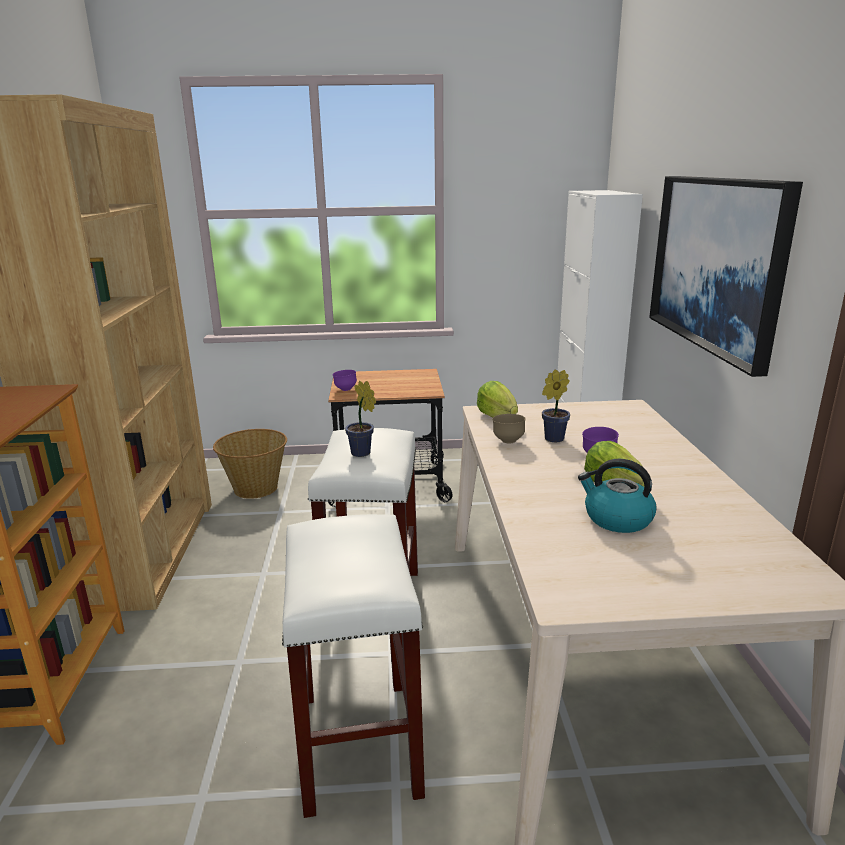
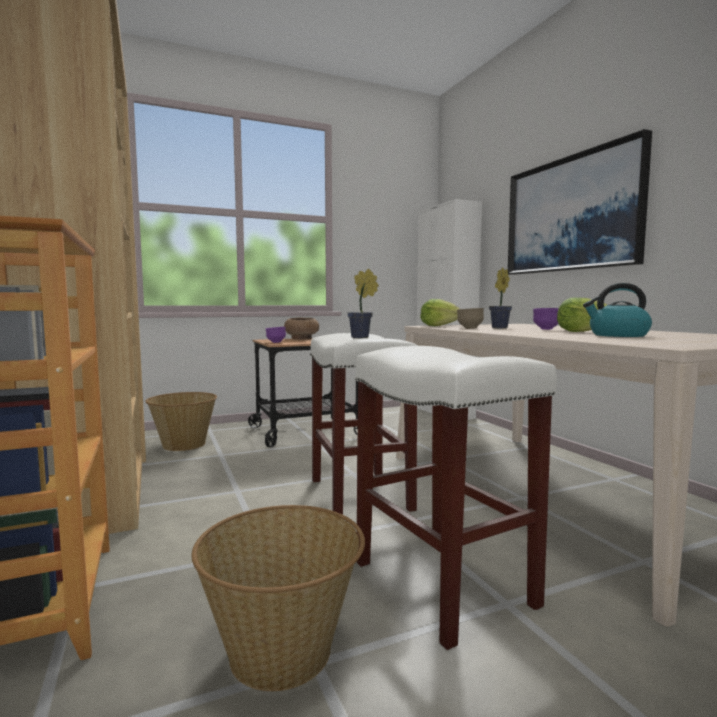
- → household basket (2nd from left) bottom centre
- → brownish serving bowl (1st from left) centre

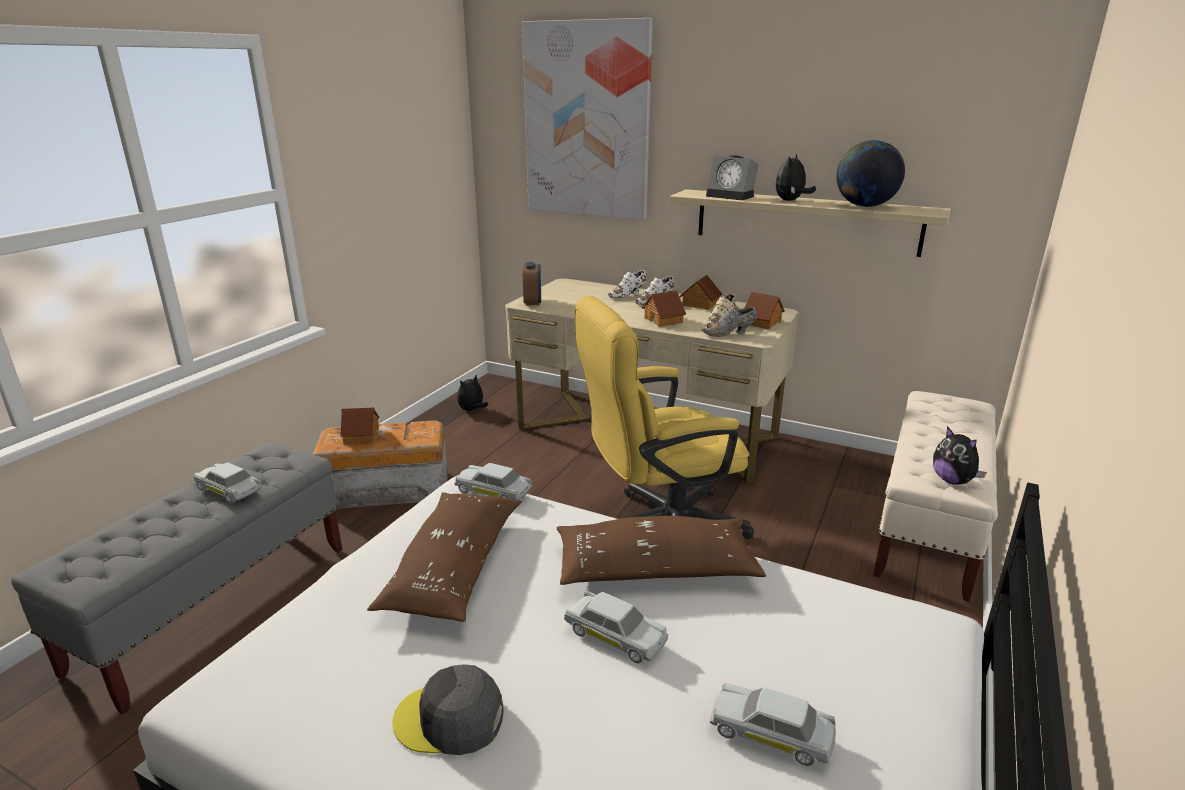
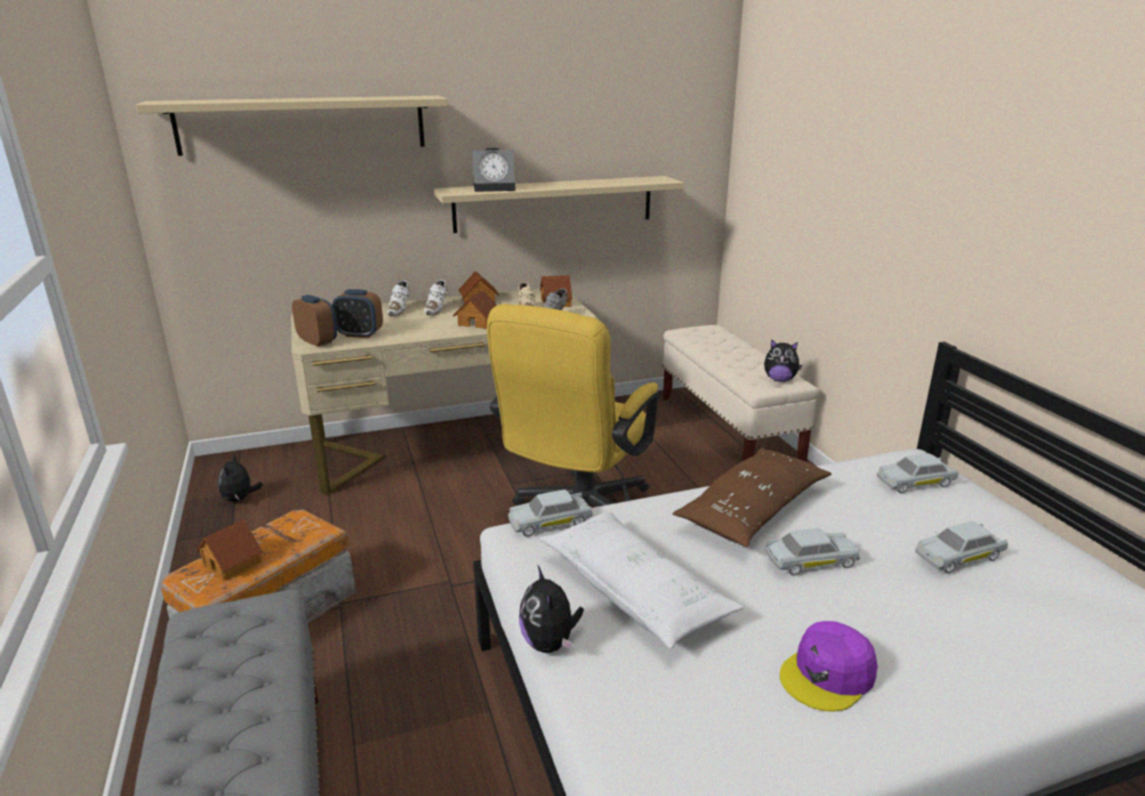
white model car (1st from left in the first image) middle left → white model car (3rd from left) middle right, moved
brownish cushion (1st from left) bottom centre → white cushion bottom centre
gray peaked cap bottom centre → purple-coloured peaked cap bottom right
wall art top centre → sand-coloured shelf (1st from left) top left
cuddly toy (2nd from left) top right → cuddly toy (2nd from left) bottom centre, moved
world globe top right → -
- → table clock (2nd from left) middle left

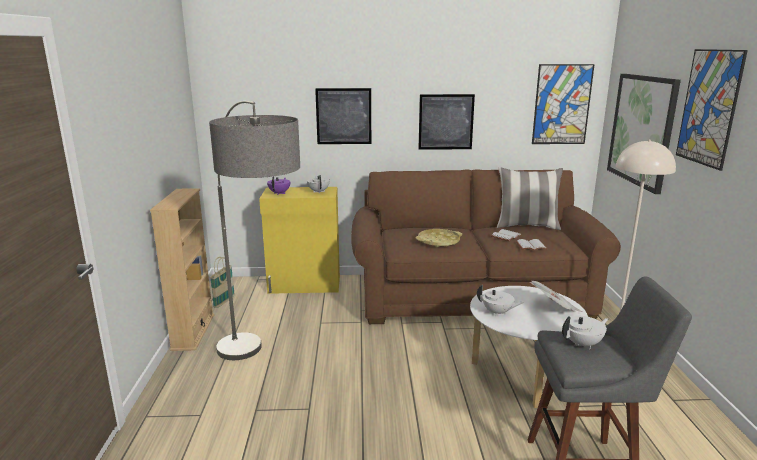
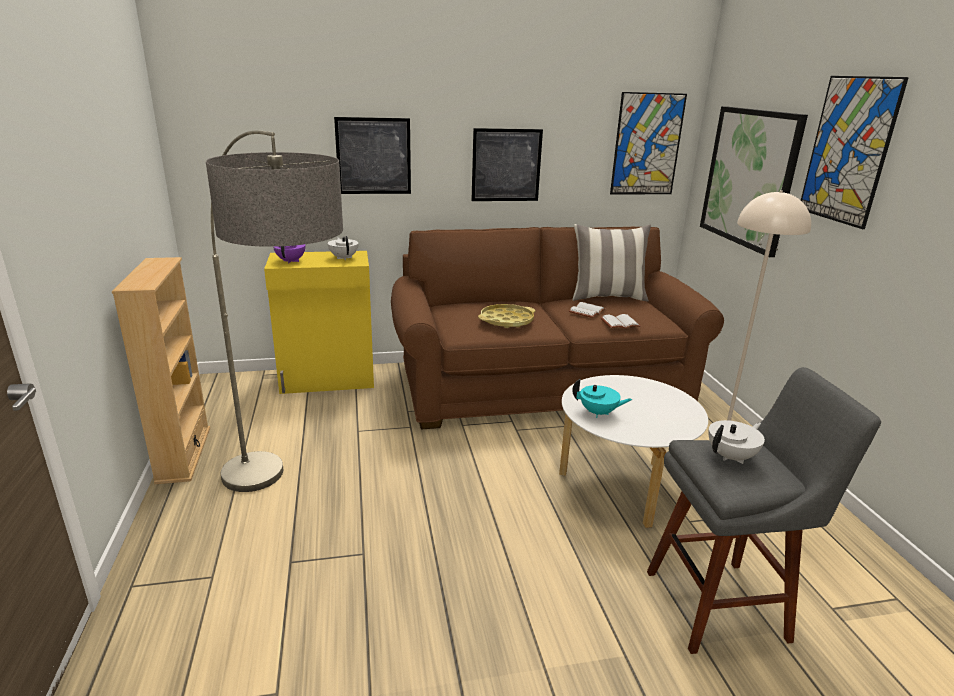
household basket middle left → -
white pot for tea (2nd from left) centre → blue-green pot for tea centre
newspaper middle right → -

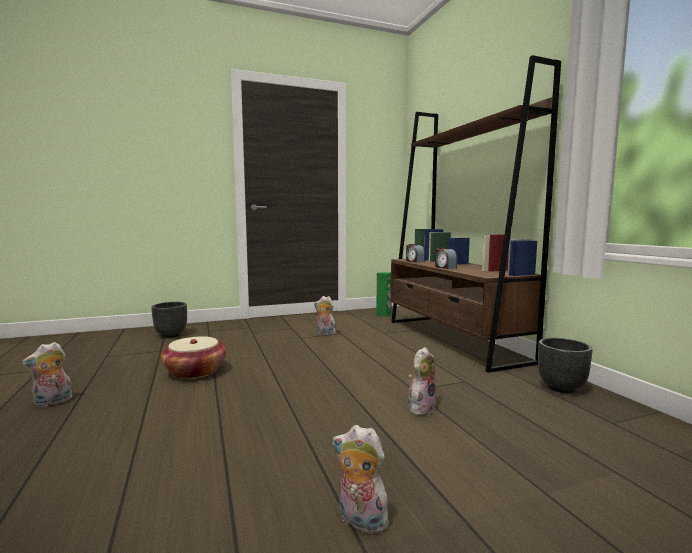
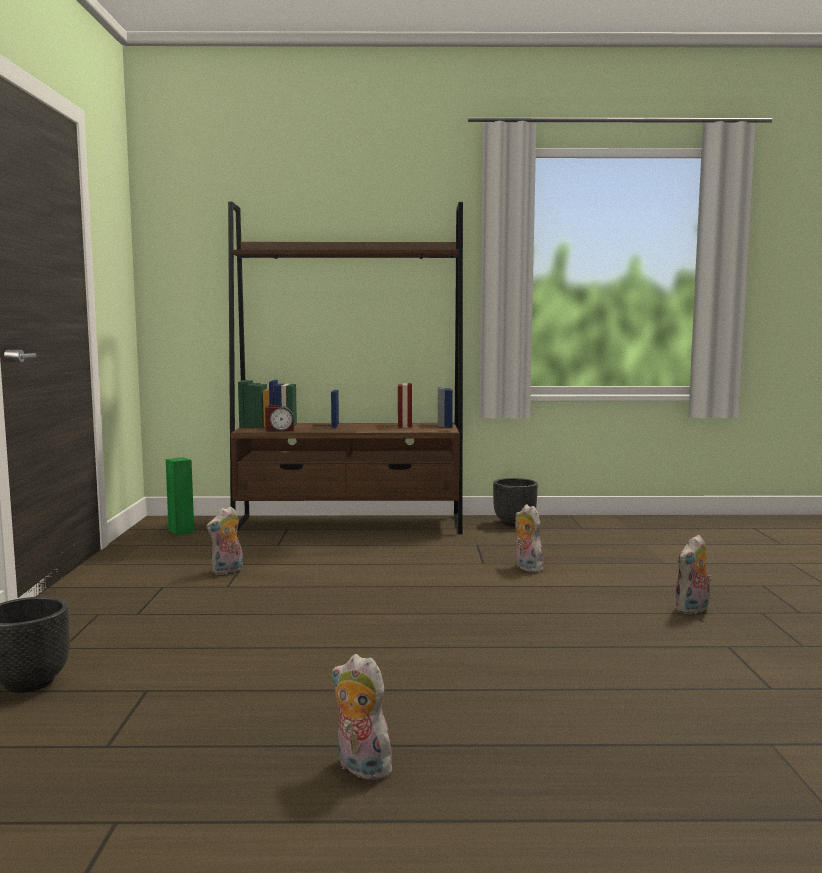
cuddly toy (1st from left in the first image) bottom left → cuddly toy (2nd from left) bottom centre, 150 degrees clockwise
household basket middle left → -
table clock (2nd from left) centre → -

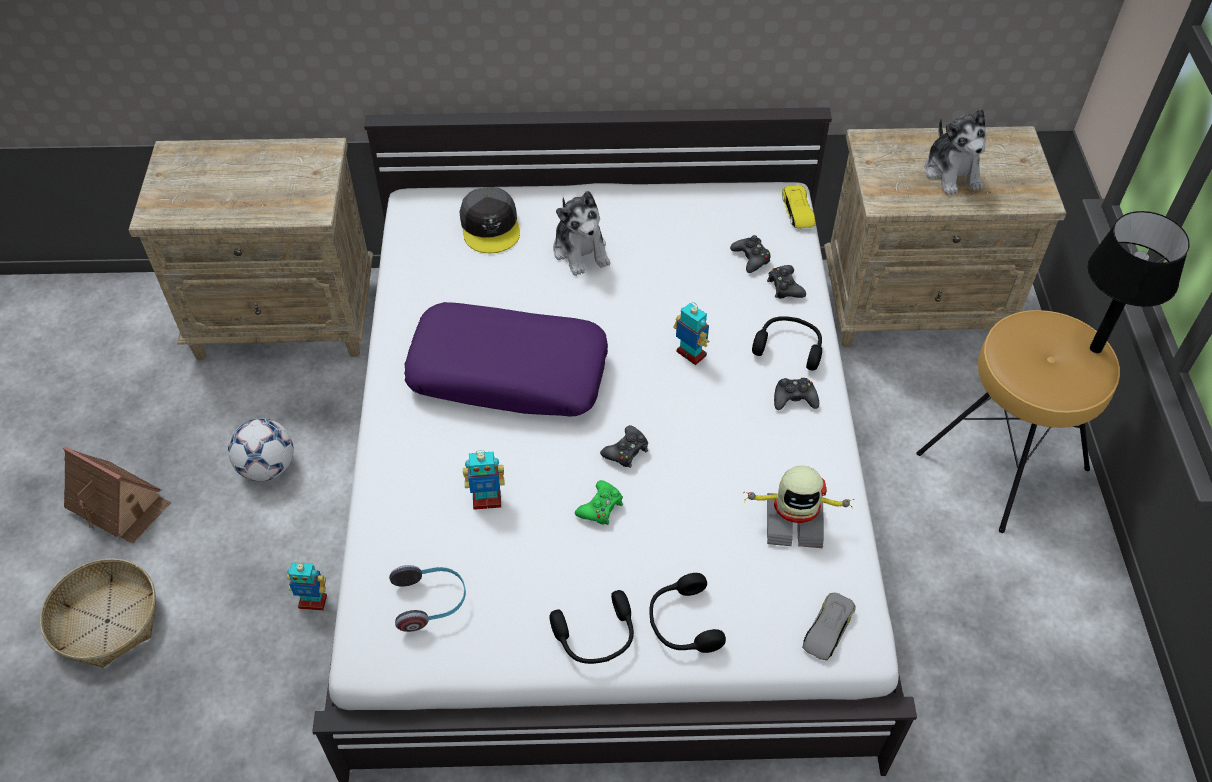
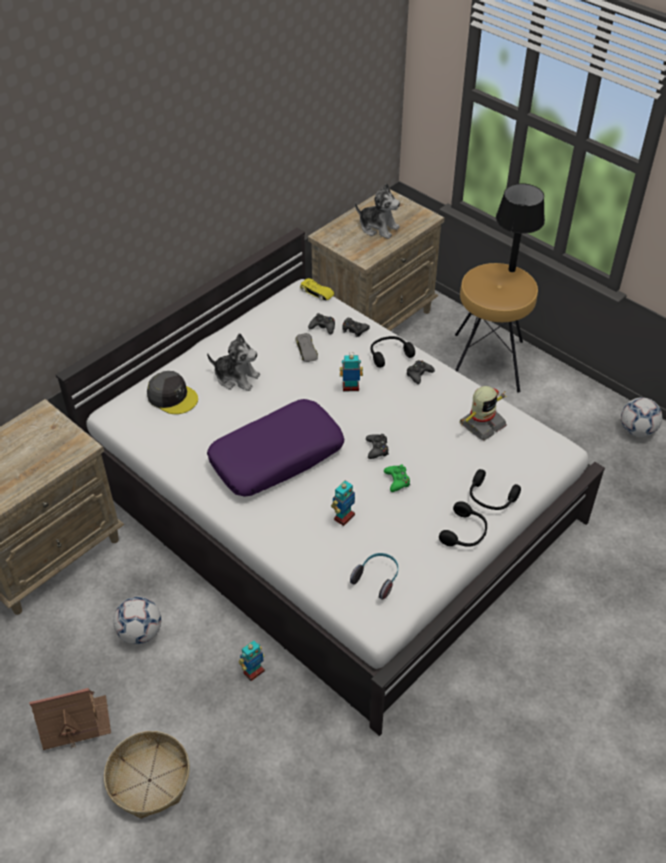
gray model car bottom right → gray model car centre, moved
- → ball for football (2nd from left) middle right

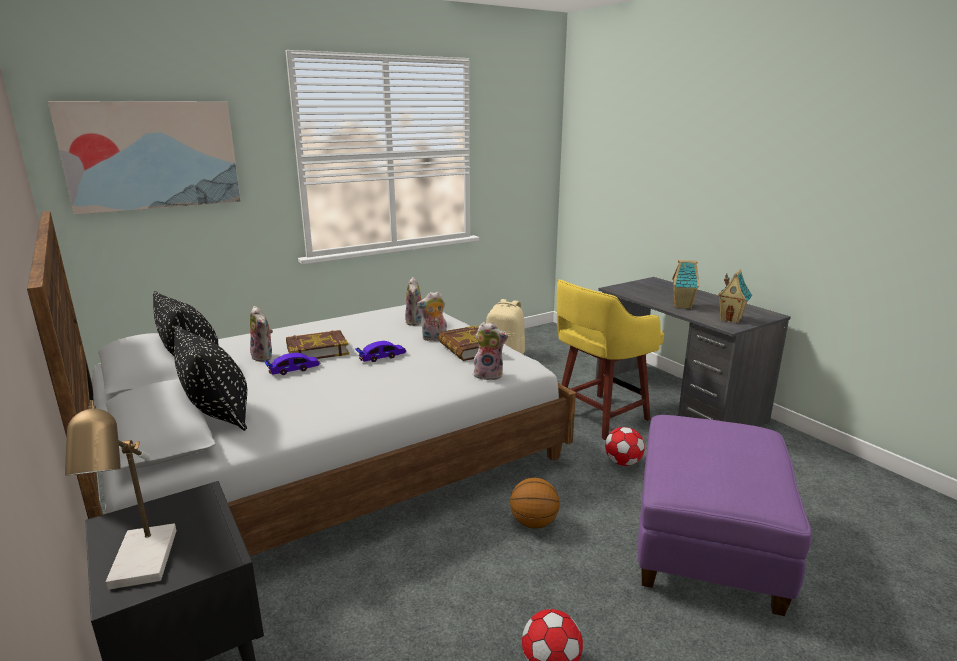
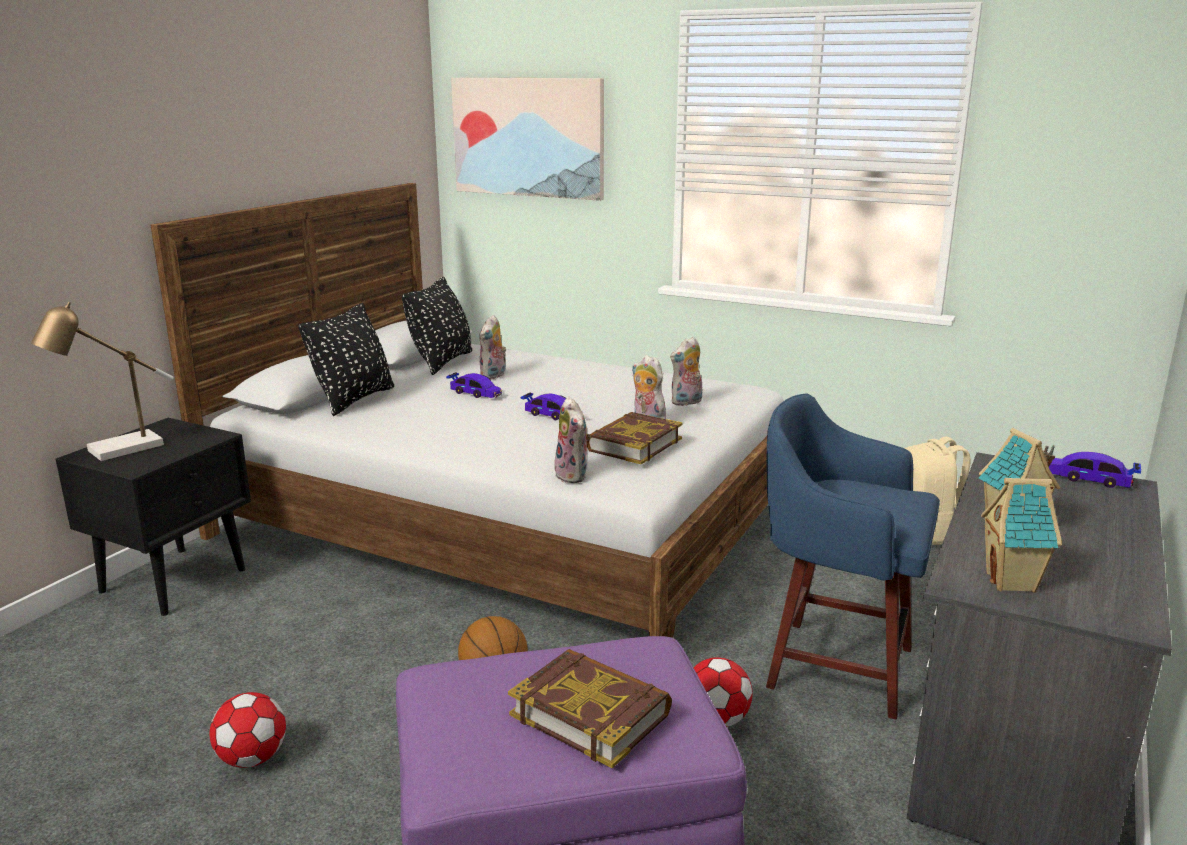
book (1st from left) middle left → book (1st from left) bottom centre, moved
yellow-coloured sitting stool centre → blue sitting stool middle right
- → model car (3rd from left) middle right

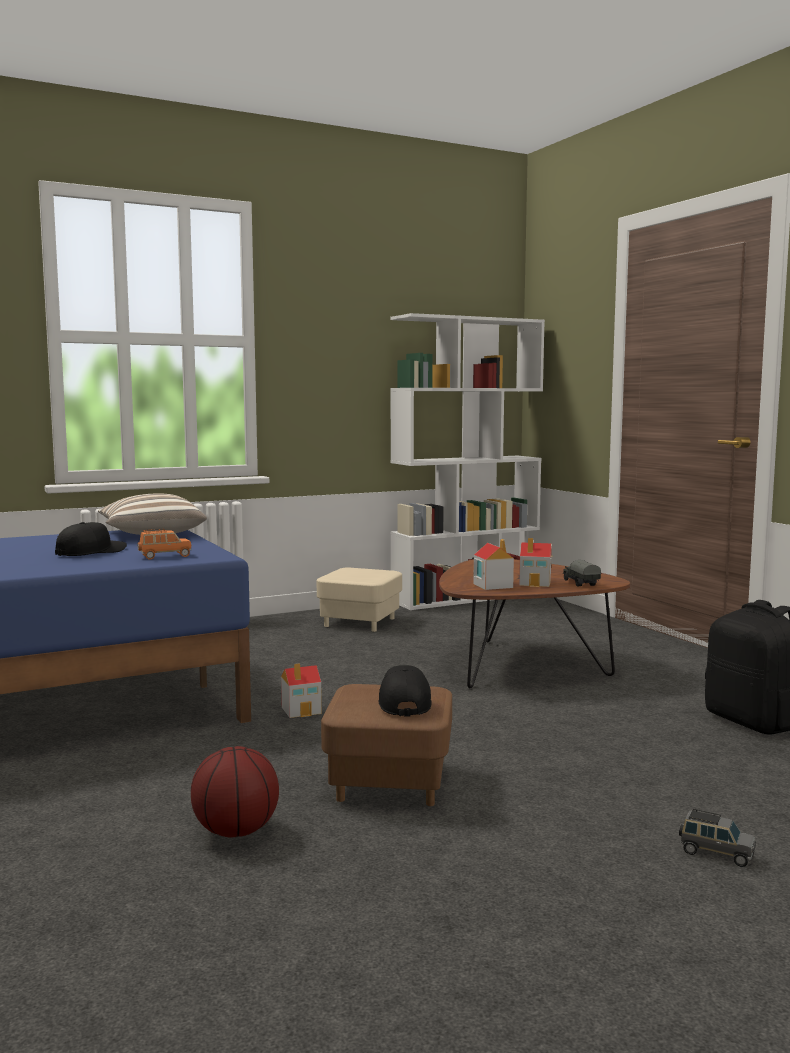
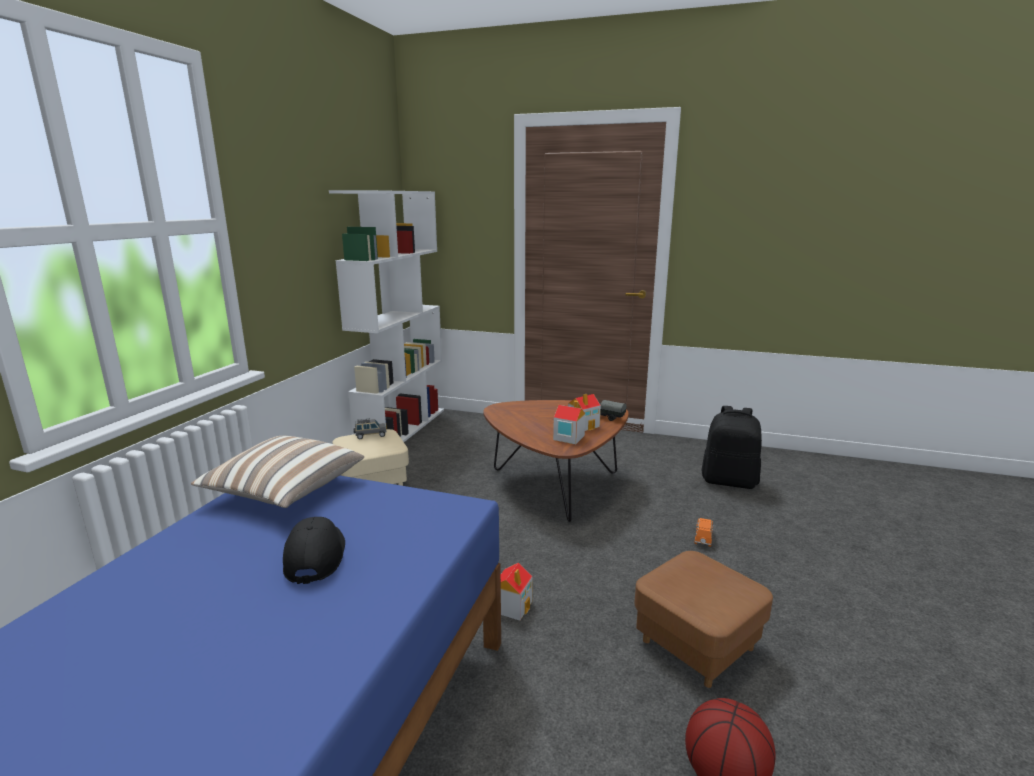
orange model car middle left → orange model car bottom right, moved
black peaked cap (2nd from left) centre → -
gray model car bottom right → gray model car centre, moved

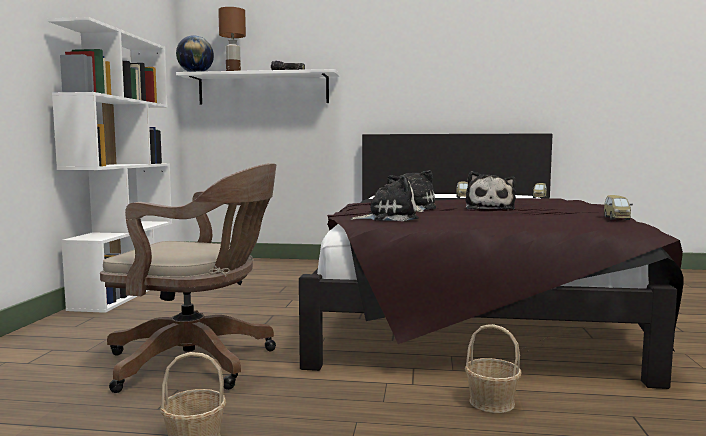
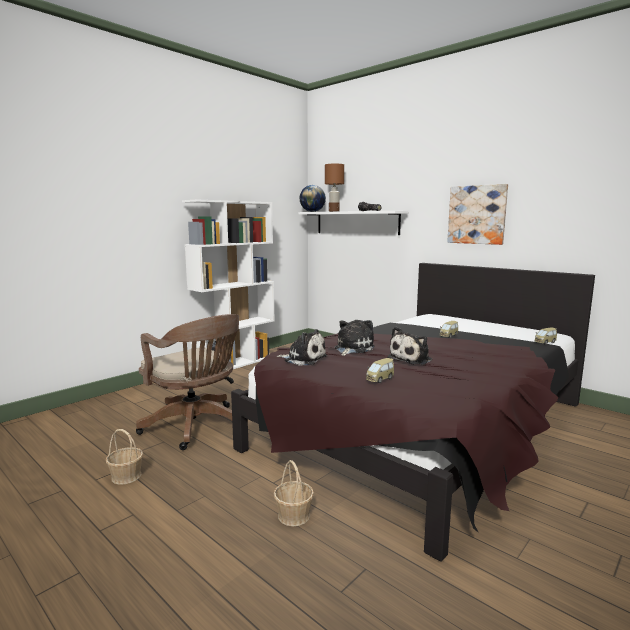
model car (3rd from left in the first image) middle right → model car (1st from left) centre, moved
- → wall art middle right

